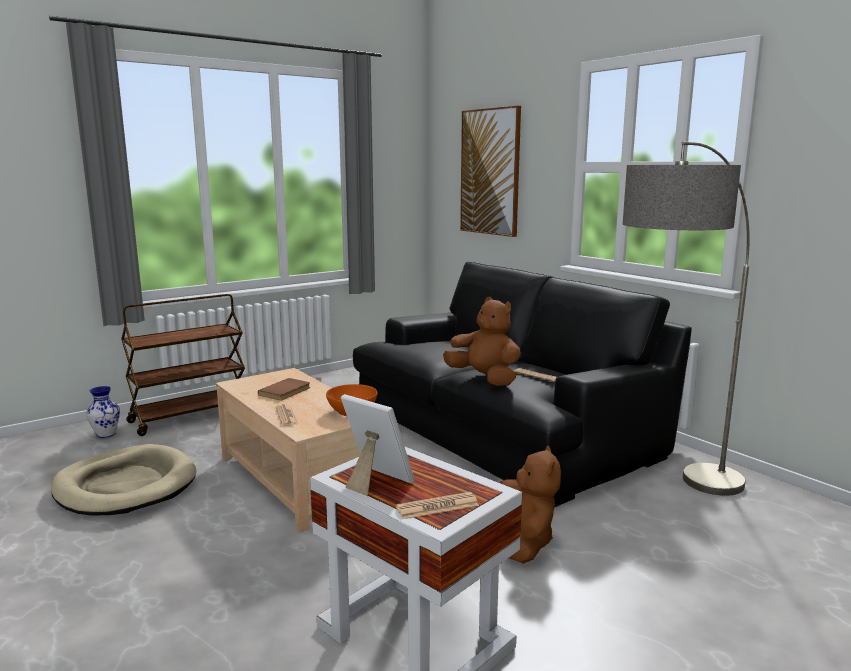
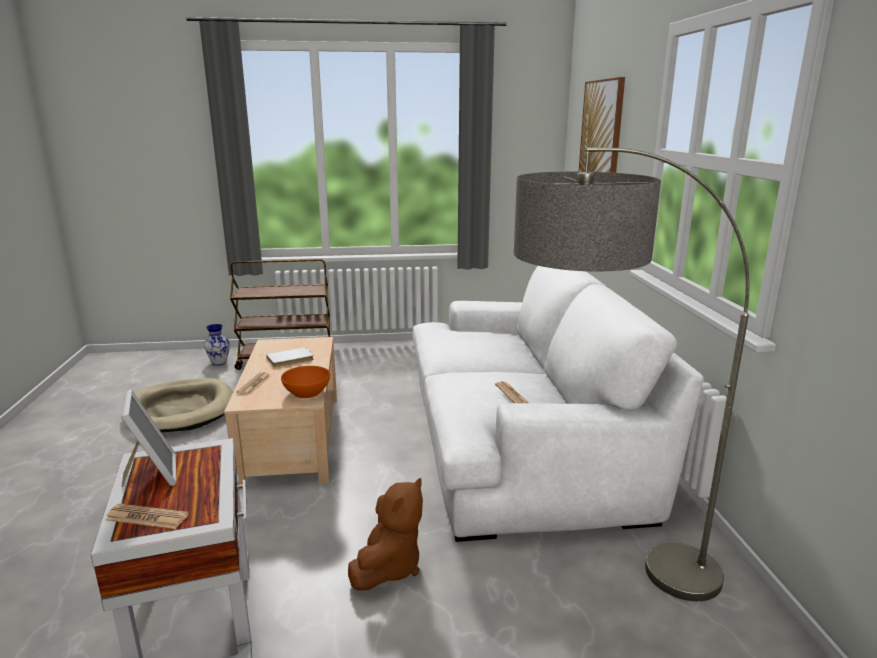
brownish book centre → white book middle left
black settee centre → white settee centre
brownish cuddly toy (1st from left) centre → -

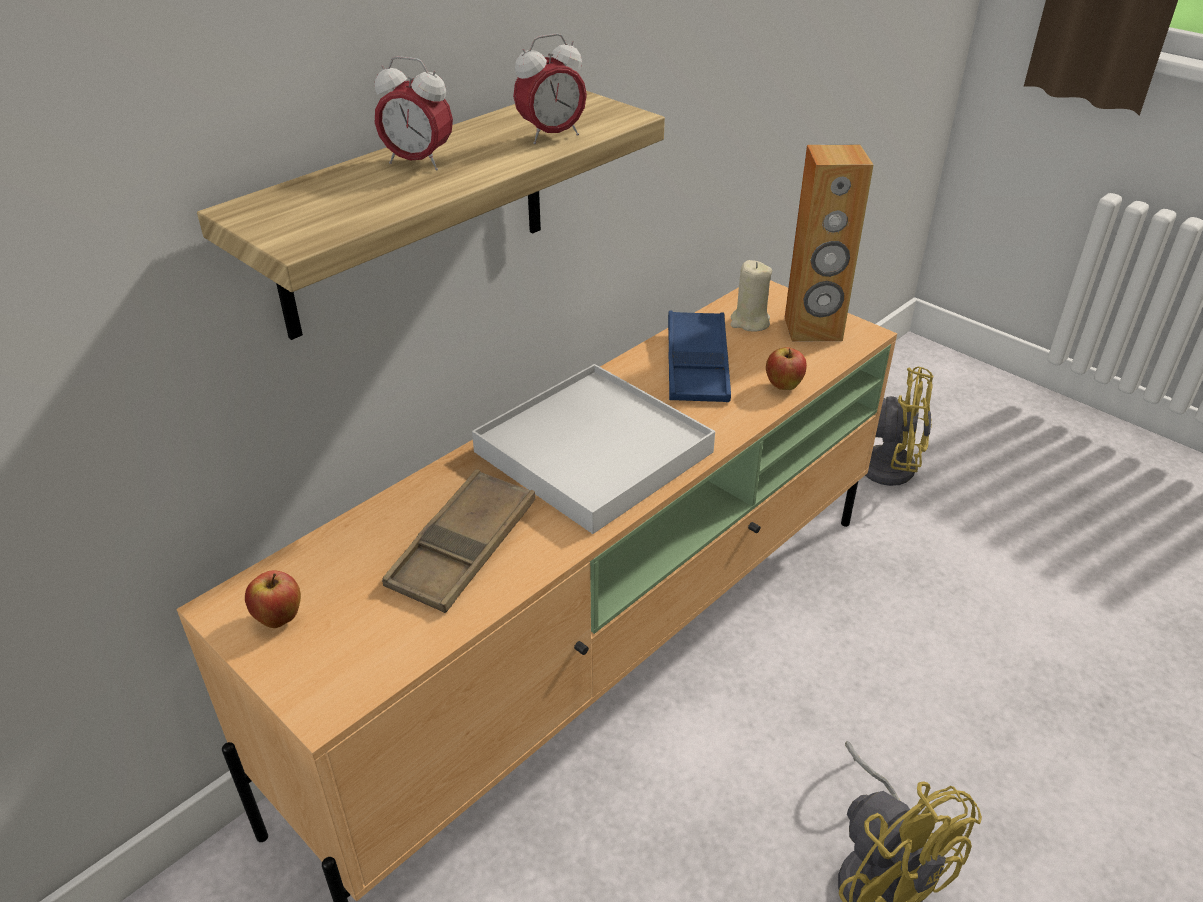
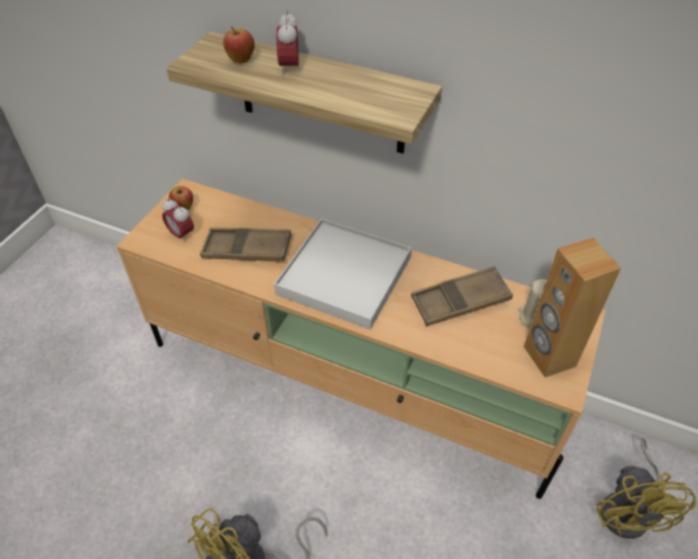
table clock (2nd from left in the first image) top centre → table clock (1st from left) middle left, moved
blue carrying tray centre → brownish carrying tray (2nd from left) centre
apple fruit (2nd from left) centre → apple fruit (2nd from left) top centre, moved

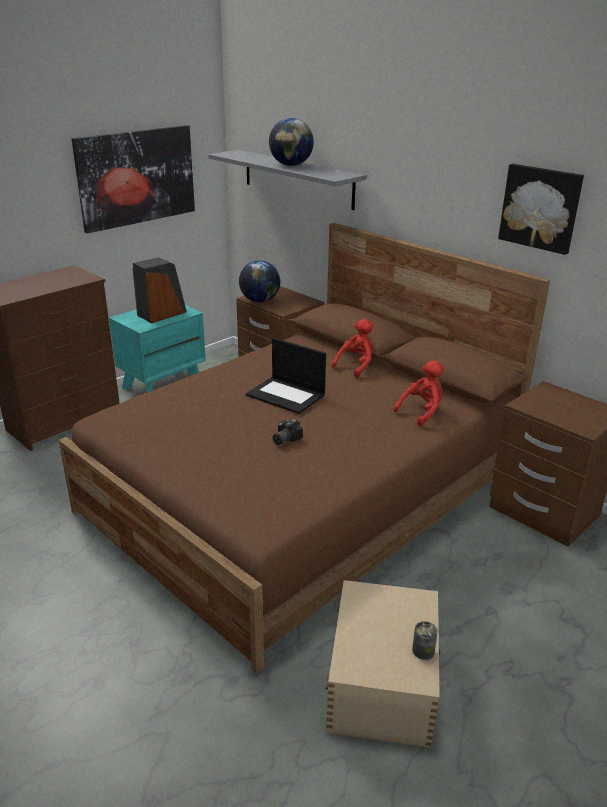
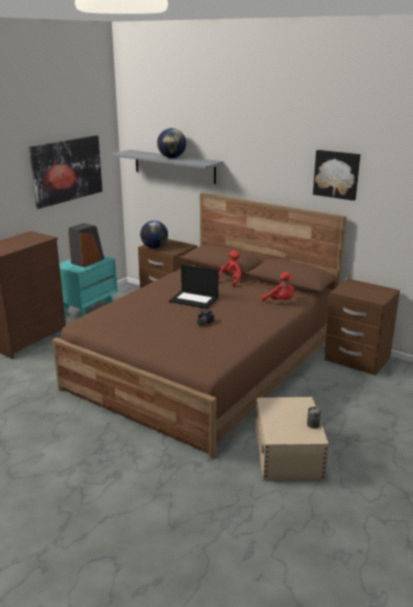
red-coloured cuddly toy (2nd from left) middle right, 90 degrees clockwise

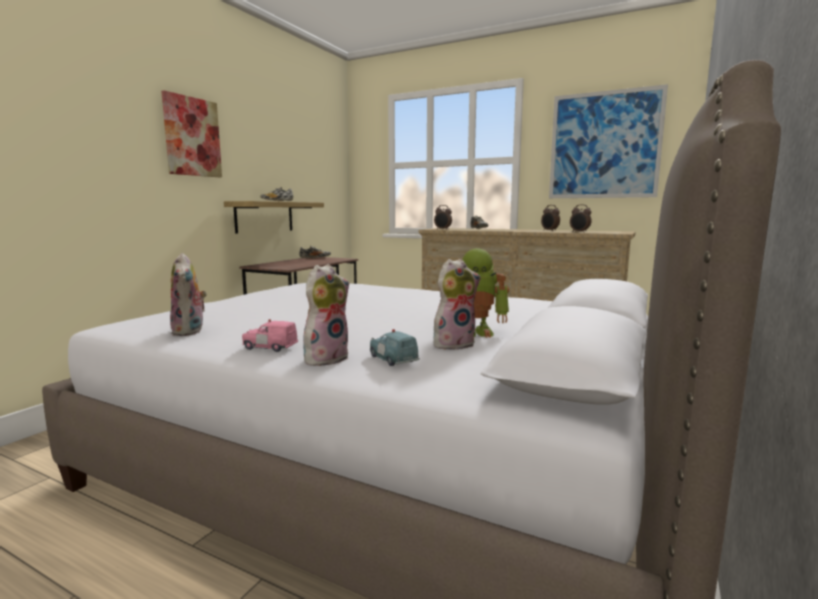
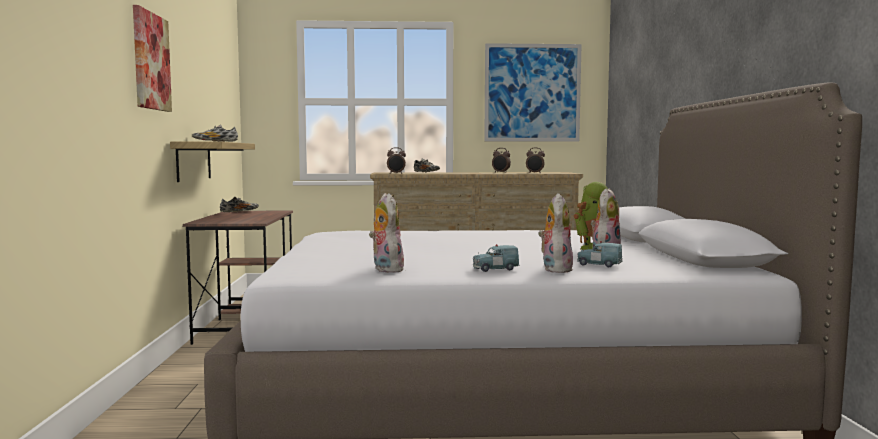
cuddly toy (1st from left) middle left → cuddly toy (1st from left) centre, 150 degrees counterclockwise
pink model car middle left → blue model car (1st from left) centre

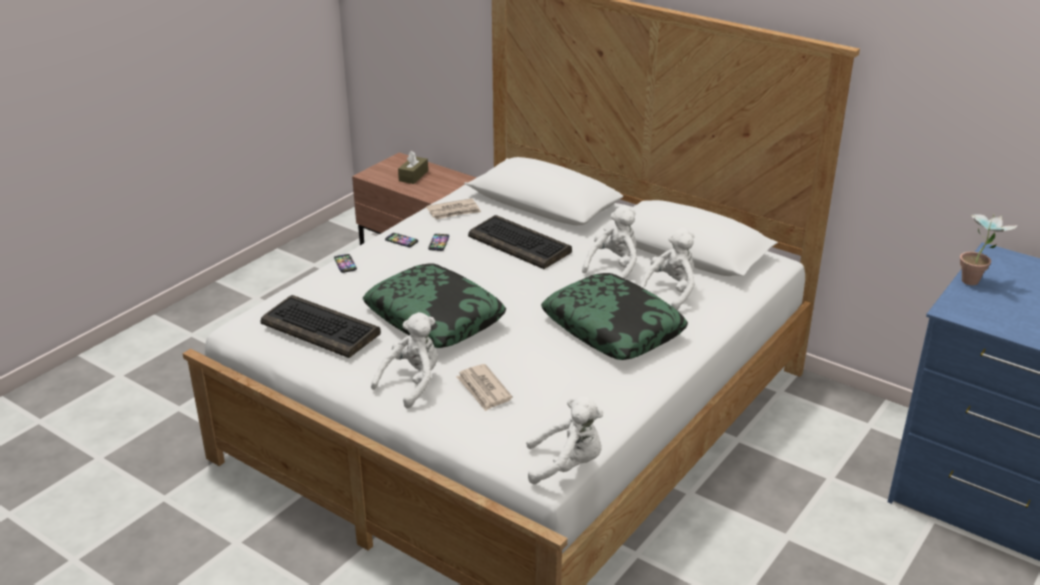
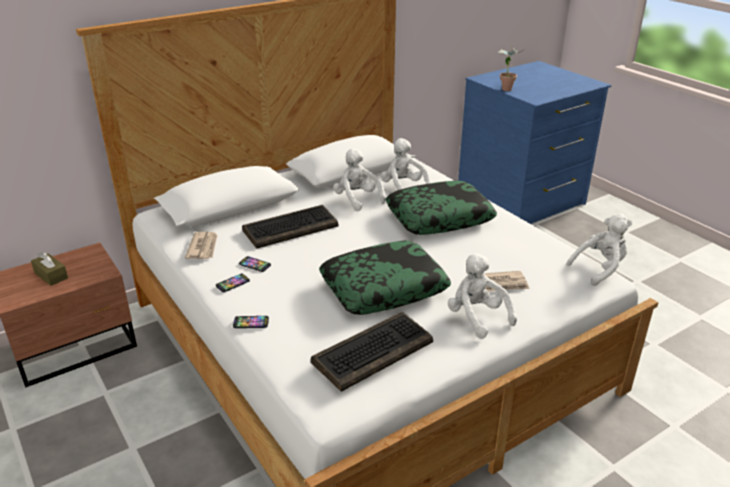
white cuddly toy (2nd from left in the first image) bottom centre → white cuddly toy (4th from left) middle right, 45 degrees clockwise

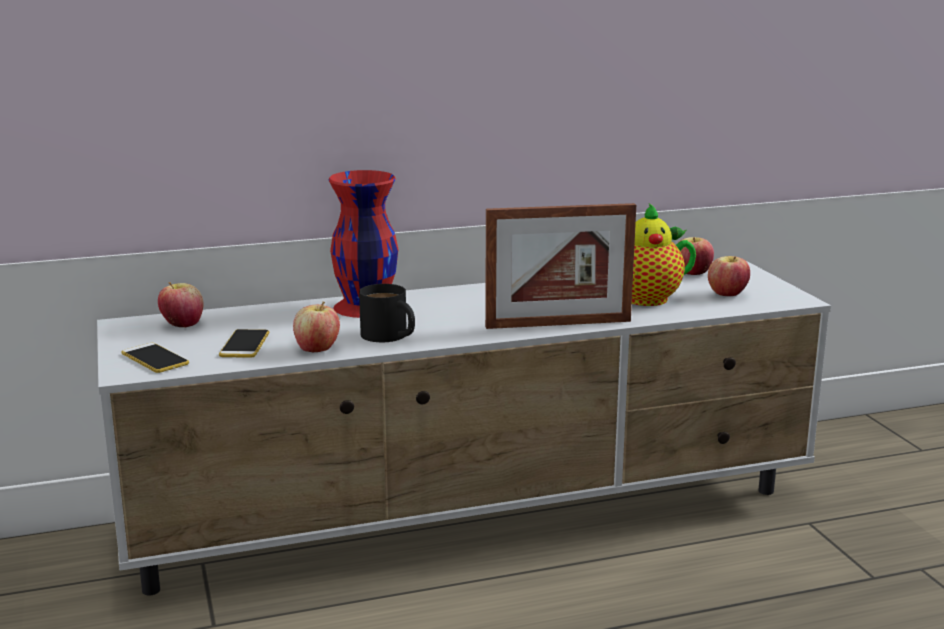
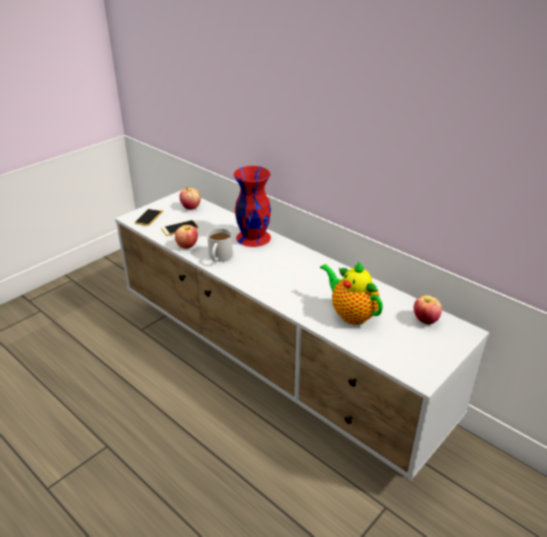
black tea mug centre → white tea mug centre
picture frame centre → -
apple fruit (4th from left) middle right → -

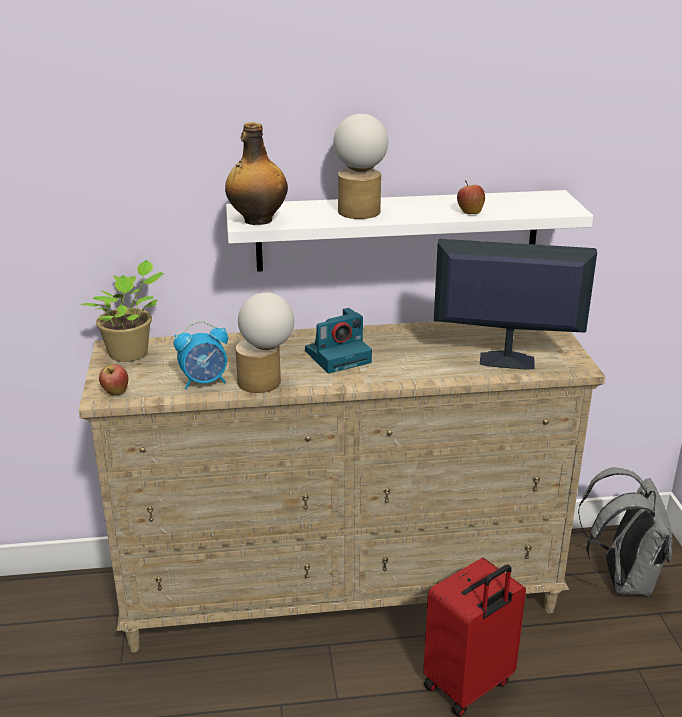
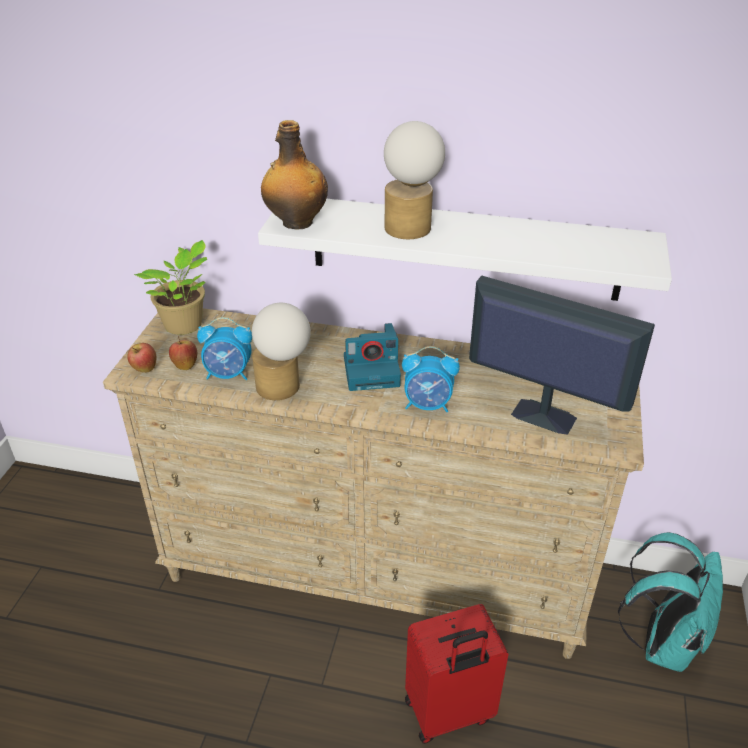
apple fruit (2nd from left) top right → apple fruit (2nd from left) middle left, moved
gray backpack bottom right → blue-green backpack bottom right
- → table clock (2nd from left) centre

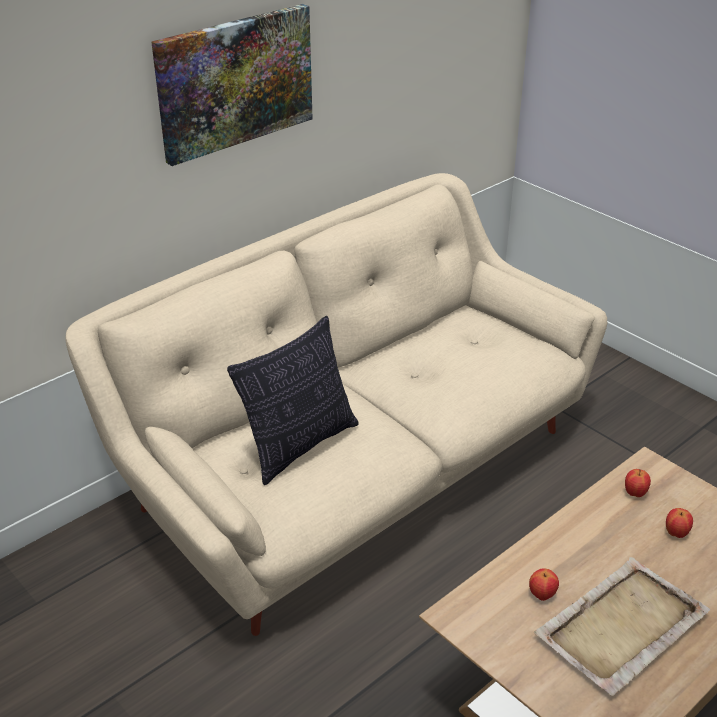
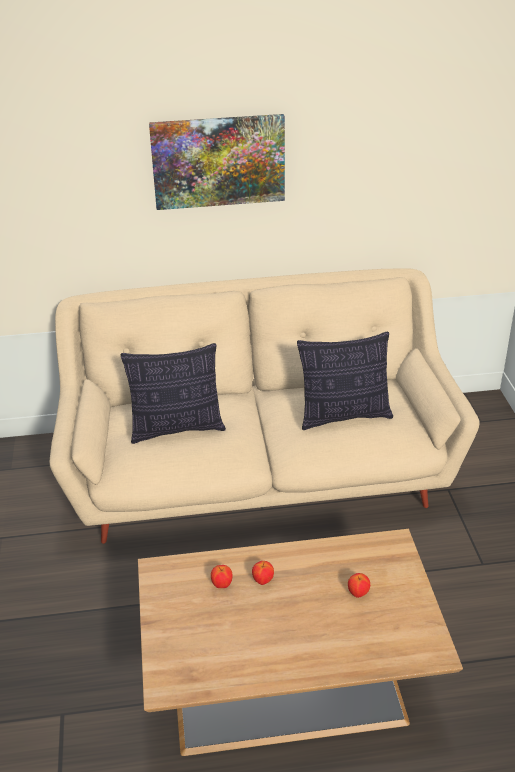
sand-coloured carrying tray bottom right → -
apple fruit (2nd from left) bottom right → apple fruit (2nd from left) bottom centre, moved
- → cushion (2nd from left) middle right

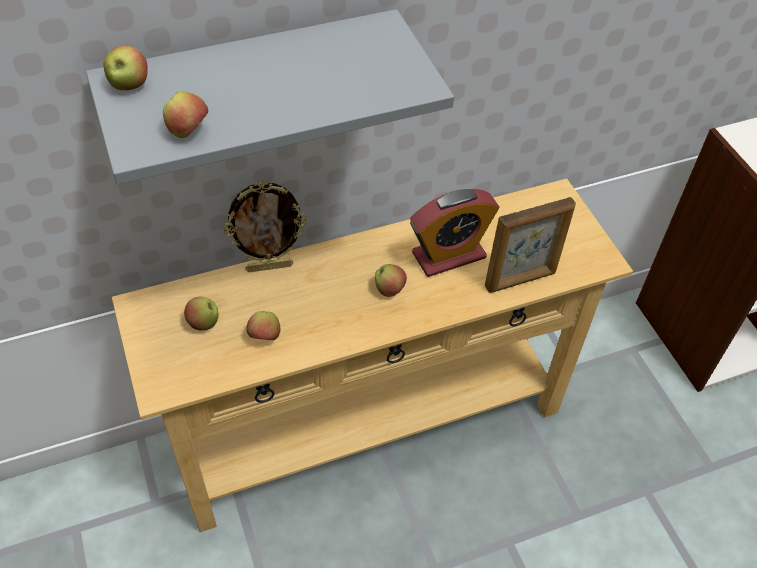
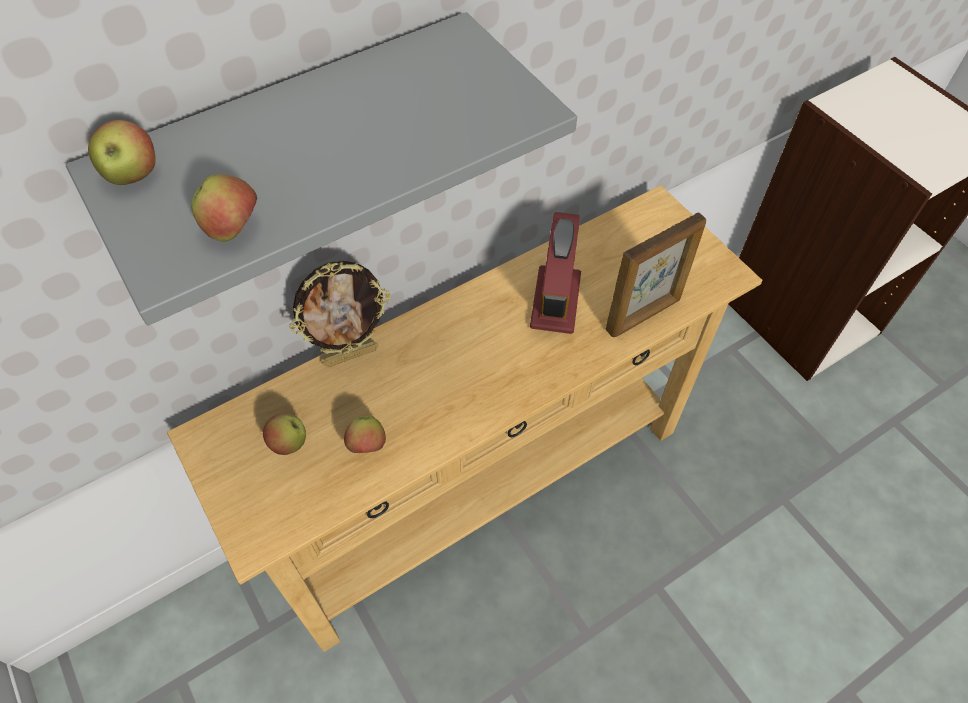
apple fruit (5th from left) centre → -
table clock centre, 135 degrees clockwise

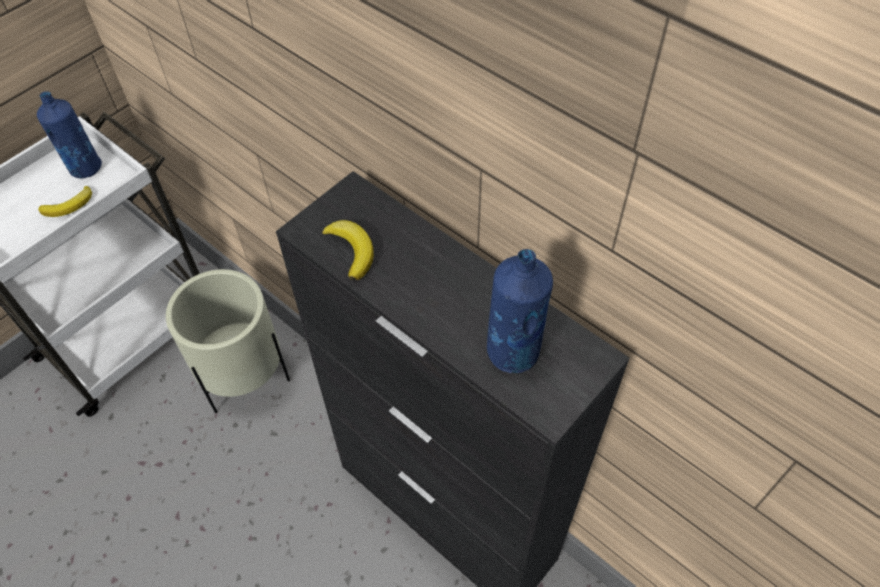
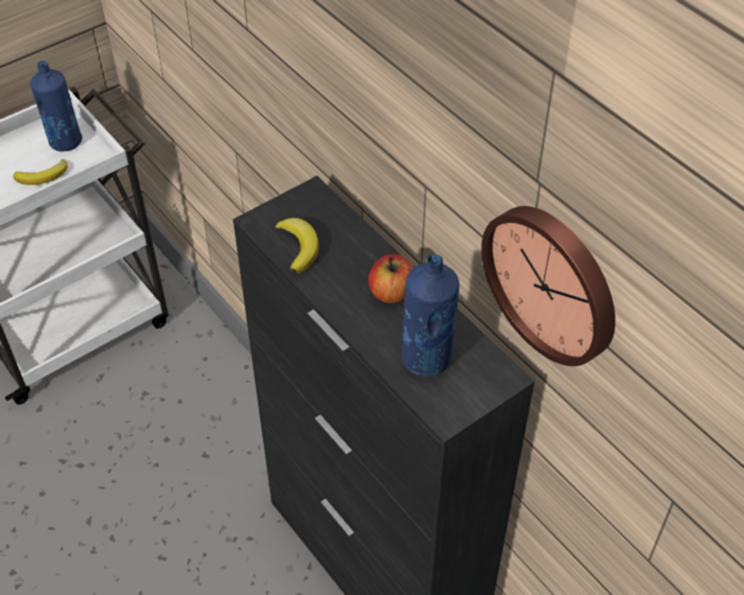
sand-coloured planter middle left → -
- → apple fruit centre
- → wall clock middle right

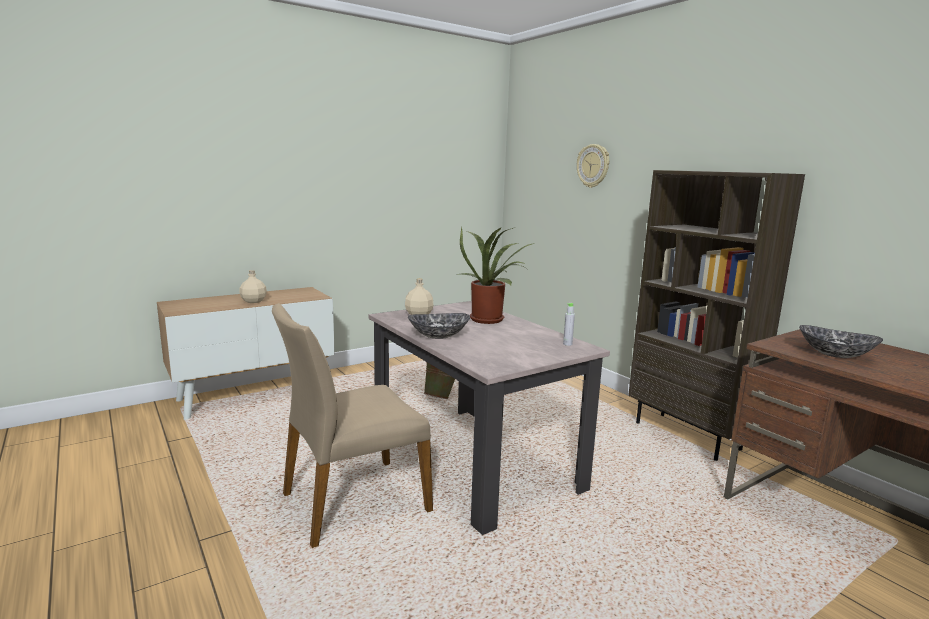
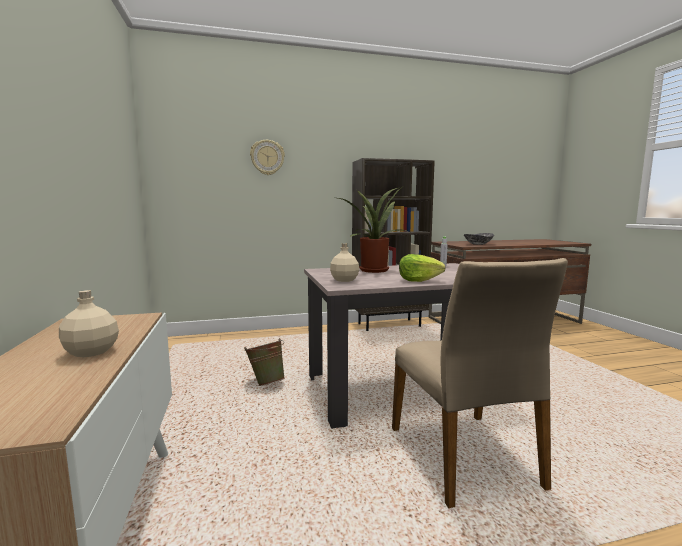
serving bowl (1st from left) centre → lettuce head centre

